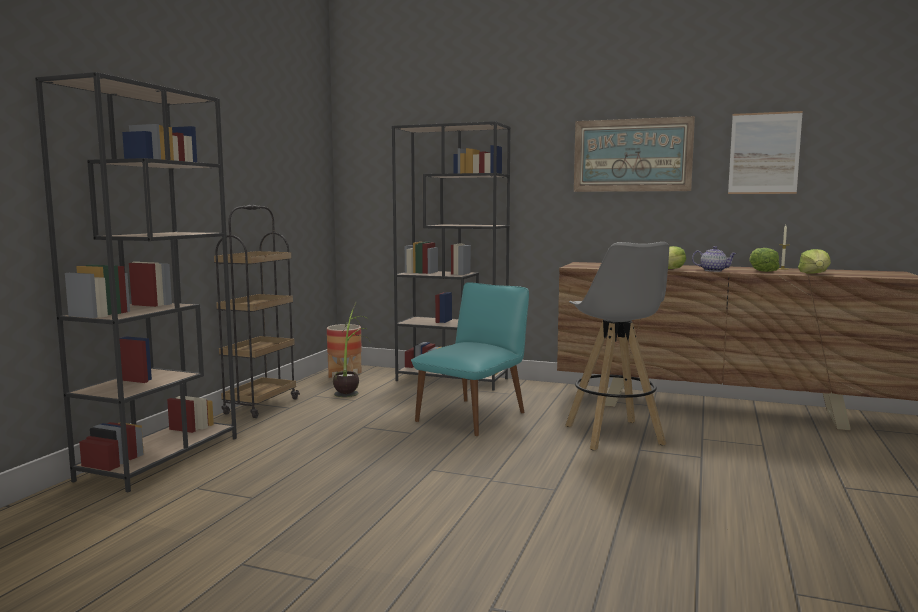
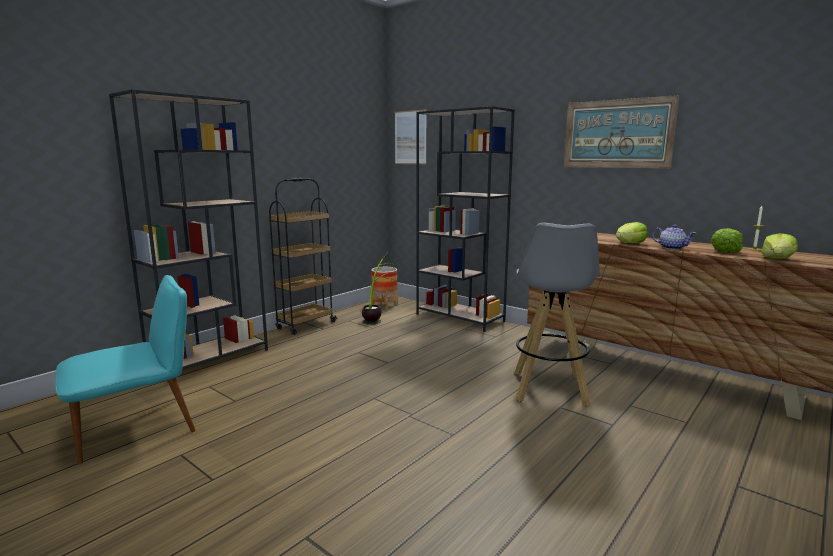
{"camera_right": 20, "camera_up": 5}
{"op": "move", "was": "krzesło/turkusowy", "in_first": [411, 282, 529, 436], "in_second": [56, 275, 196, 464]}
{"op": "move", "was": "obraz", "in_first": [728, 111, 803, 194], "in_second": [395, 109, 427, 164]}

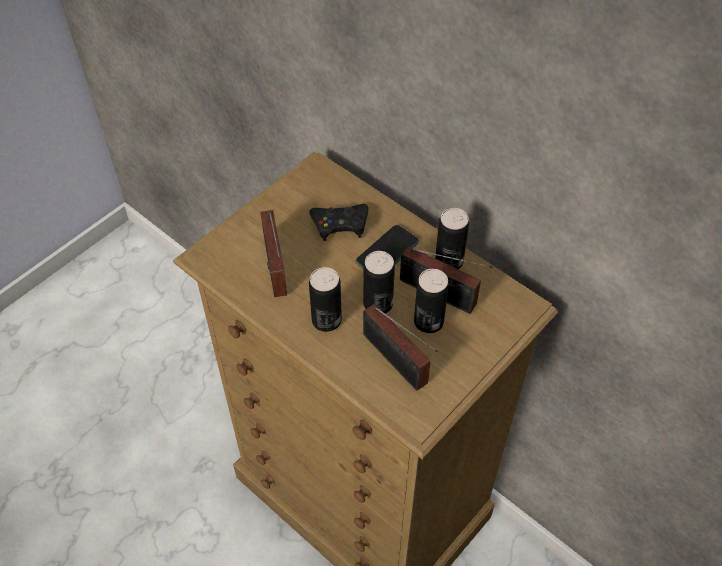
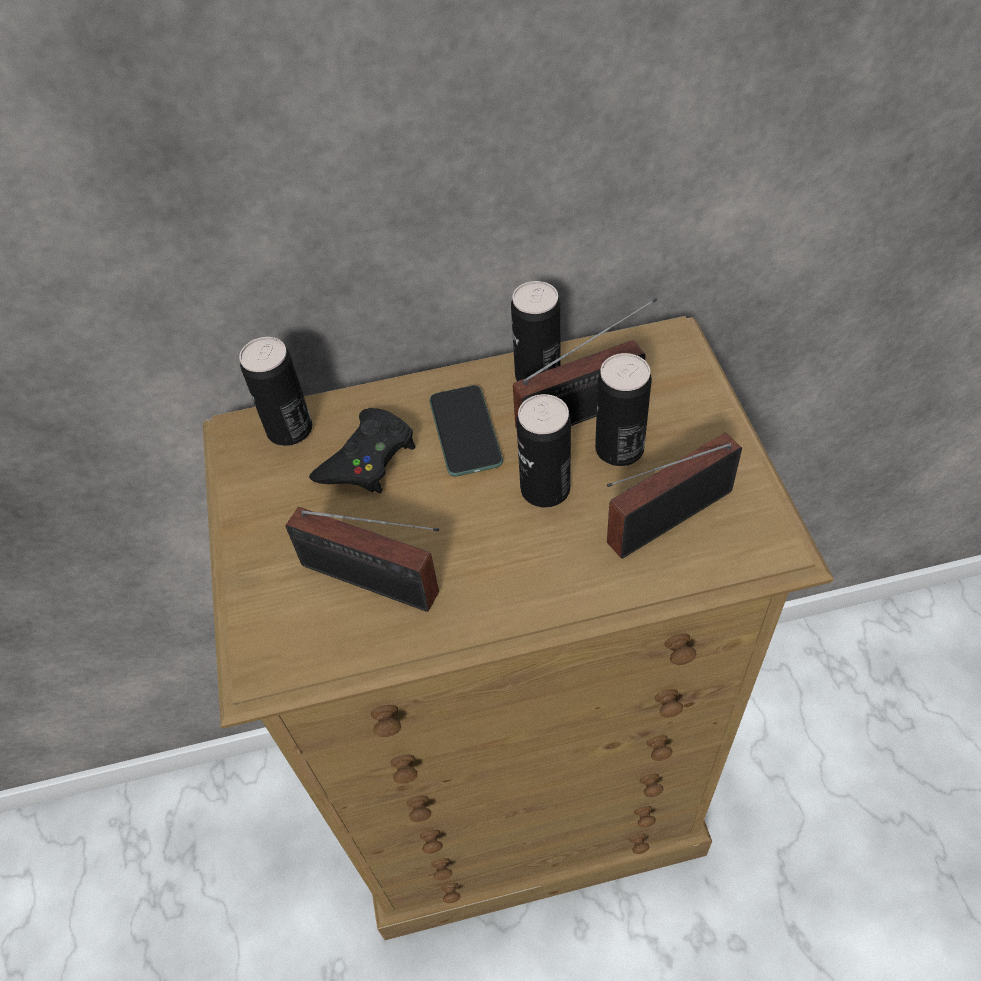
{"camera_right": -50, "camera_up": 0}
{"op": "move", "was": "puszka", "in_first": [309, 267, 342, 332], "in_second": [239, 337, 312, 446]}
{"op": "rotate", "was": "radio", "in_first": [363, 304, 438, 391], "in_second": [607, 433, 742, 559], "clockwise": 150}

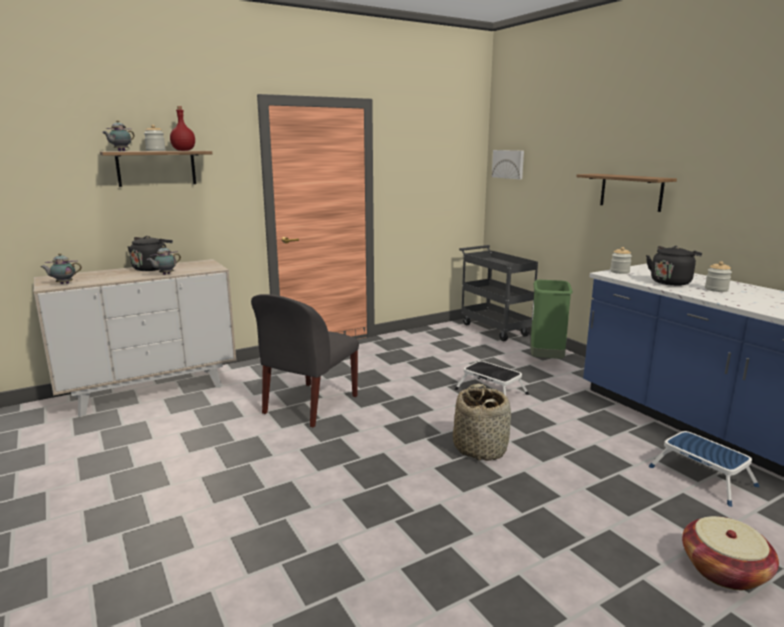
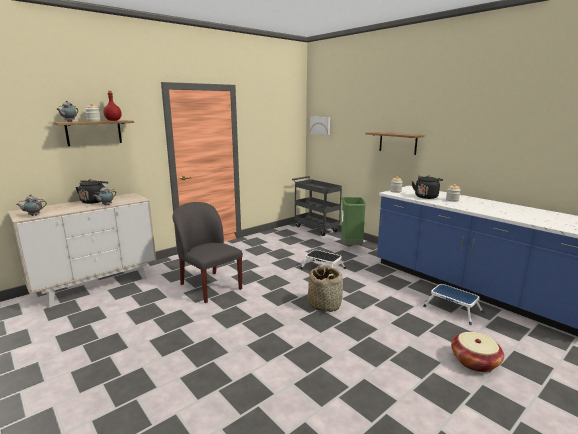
{"camera_right": -10, "camera_up": 0}
{"op": "rotate", "was": "krzesło/szary", "in_first": [251, 294, 359, 427], "in_second": [173, 202, 243, 303], "clockwise": 120}

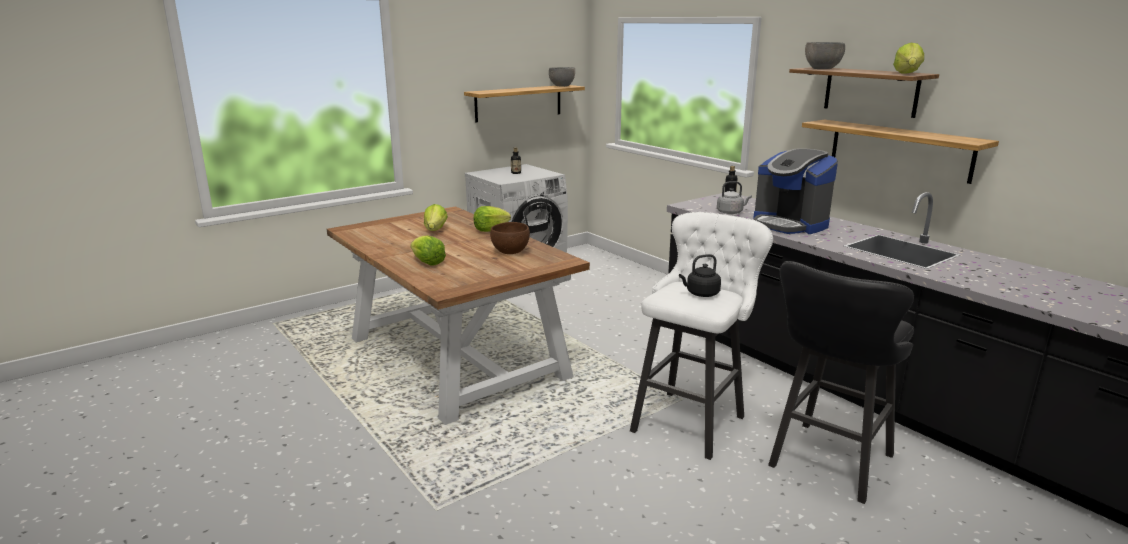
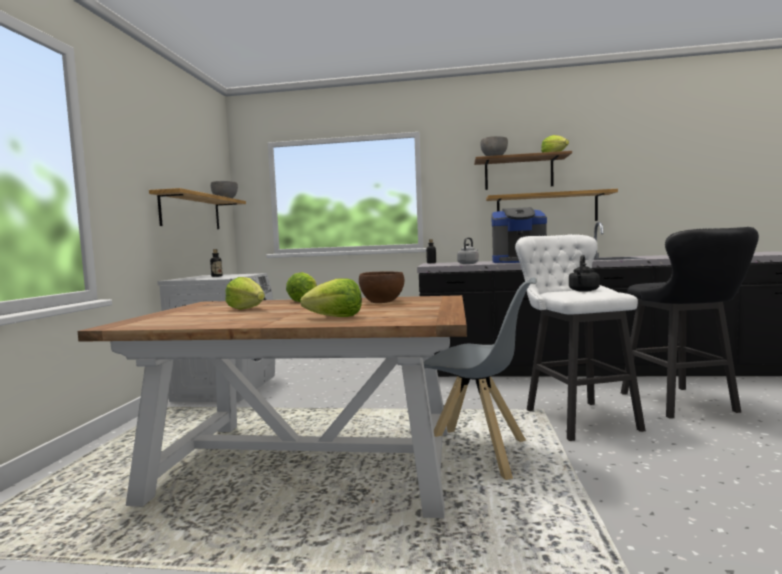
{"camera_right": -45, "camera_up": -15}
{"op": "insert", "now": "krzesło/szary", "in_second": [424, 278, 537, 480]}

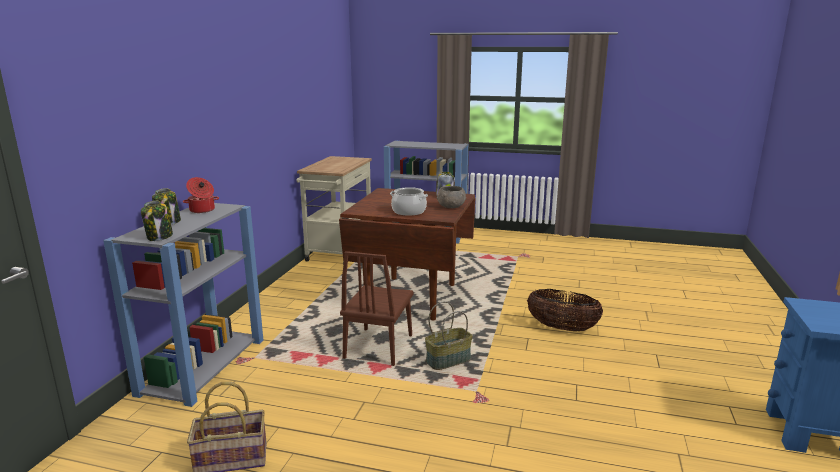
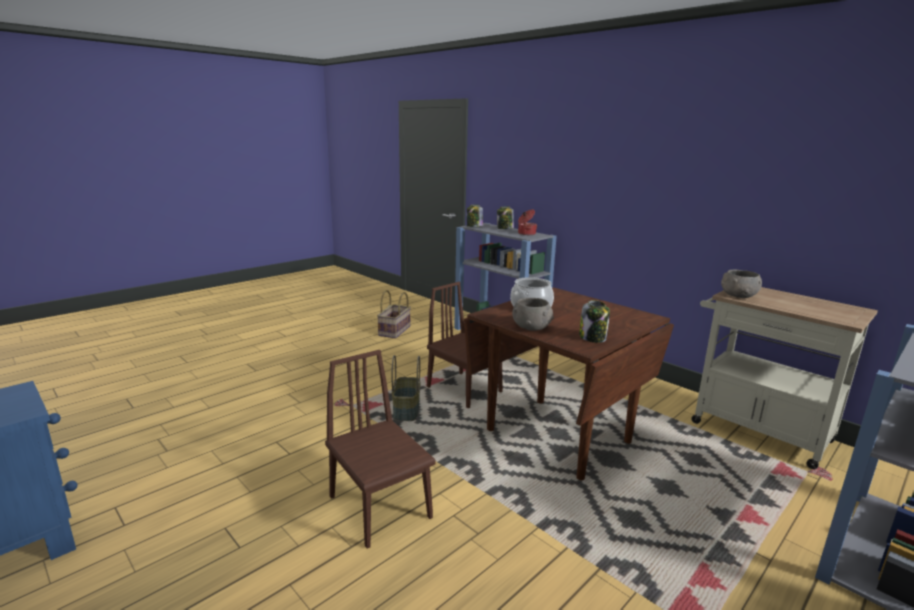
{"camera_right": 120, "camera_up": 0}
{"op": "insert", "now": "miska/szary", "in_second": [721, 269, 762, 298]}
{"op": "replace", "was": "koszyk", "now": "krzesło/brązowy", "in_first": [527, 289, 603, 331], "in_second": [325, 350, 436, 549]}

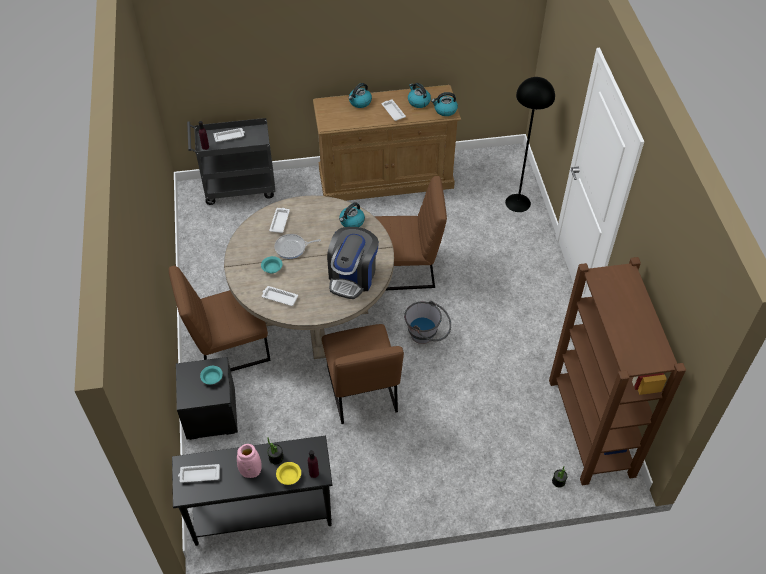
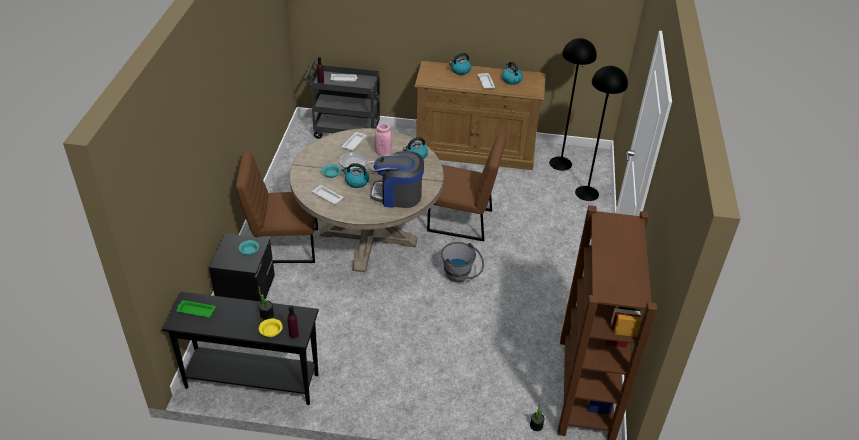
{"camera_right": 15, "camera_up": -10}
{"op": "delete", "was": "krzesło/brązowy", "in_first": [322, 324, 404, 424]}
{"op": "insert", "now": "lampa stojąca/czarny", "in_second": [549, 38, 597, 171]}
{"op": "move", "was": "wazon/różowy", "in_first": [237, 444, 262, 478], "in_second": [374, 124, 392, 156]}
{"op": "move", "was": "czajnik", "in_first": [431, 92, 458, 116], "in_second": [342, 163, 369, 188]}
{"op": "recolor", "was": "taca/biały", "now": "taca/zielony", "in_first": [178, 464, 220, 483], "in_second": [176, 300, 216, 318]}
{"op": "rotate", "was": "ekspres do kawy", "in_first": [327, 227, 379, 299], "in_second": [370, 151, 424, 208], "clockwise": 60}

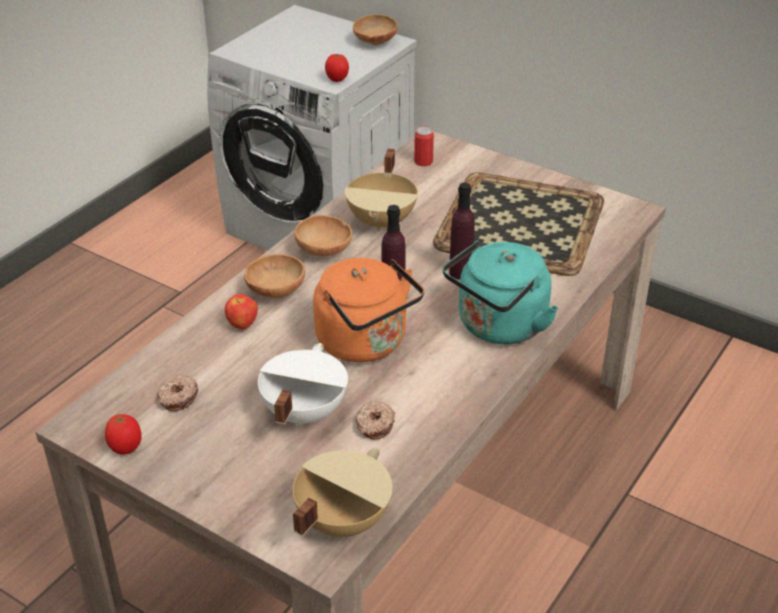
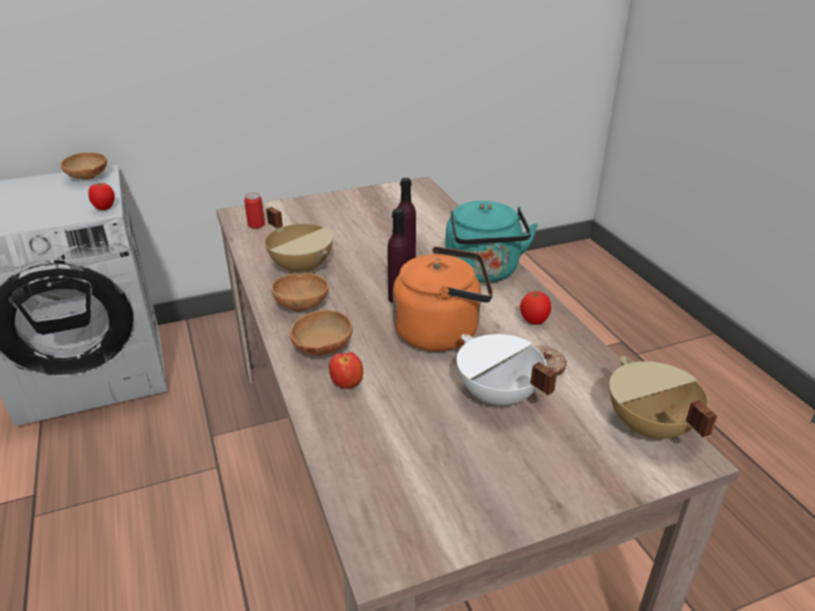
{"camera_right": -55, "camera_up": -5}
{"op": "delete", "was": "donut", "in_first": [157, 374, 198, 411]}
{"op": "delete", "was": "taca", "in_first": [433, 172, 604, 276]}
{"op": "move", "was": "pomidor", "in_first": [105, 414, 142, 455], "in_second": [520, 291, 551, 325]}

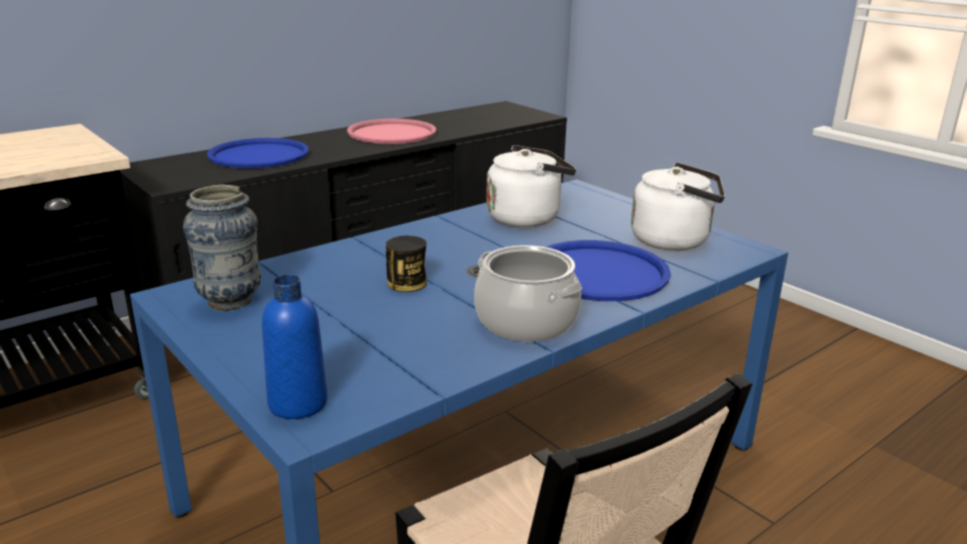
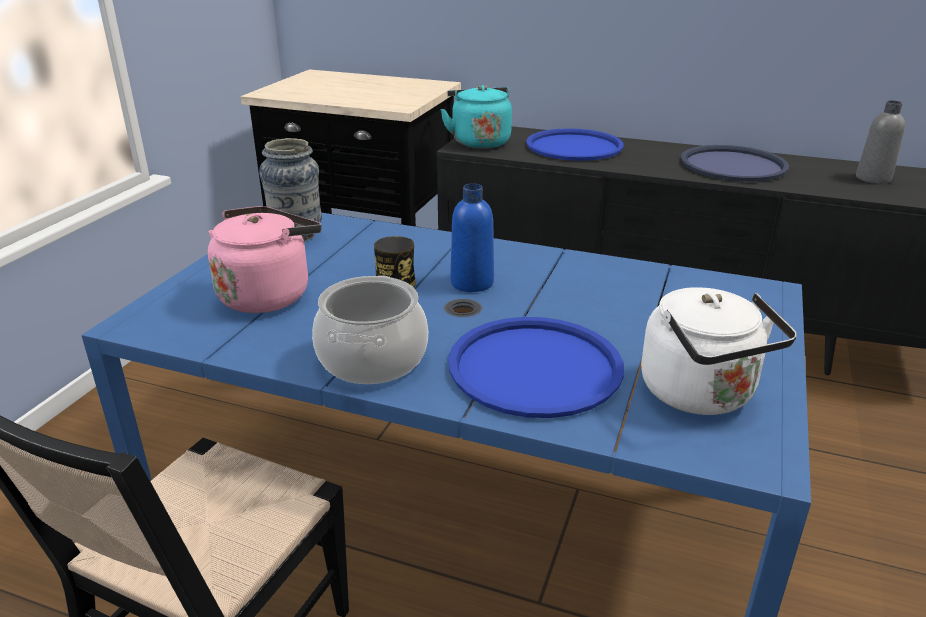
{"camera_right": 60, "camera_up": 5}
{"op": "delete", "was": "czajnik/biały", "in_first": [486, 145, 576, 228]}
{"op": "insert", "now": "czajnik/różowy", "in_second": [208, 206, 321, 313]}
{"op": "insert", "now": "czajnik/turkusowy", "in_second": [440, 85, 512, 149]}
{"op": "insert", "now": "butelka/szary", "in_second": [856, 100, 905, 184]}
{"op": "move", "was": "butelka/niebieski", "in_first": [262, 275, 328, 419], "in_second": [450, 184, 494, 292]}
{"op": "recolor", "was": "taca/różowy", "now": "taca/niebieski", "in_first": [347, 119, 436, 144], "in_second": [681, 145, 789, 181]}

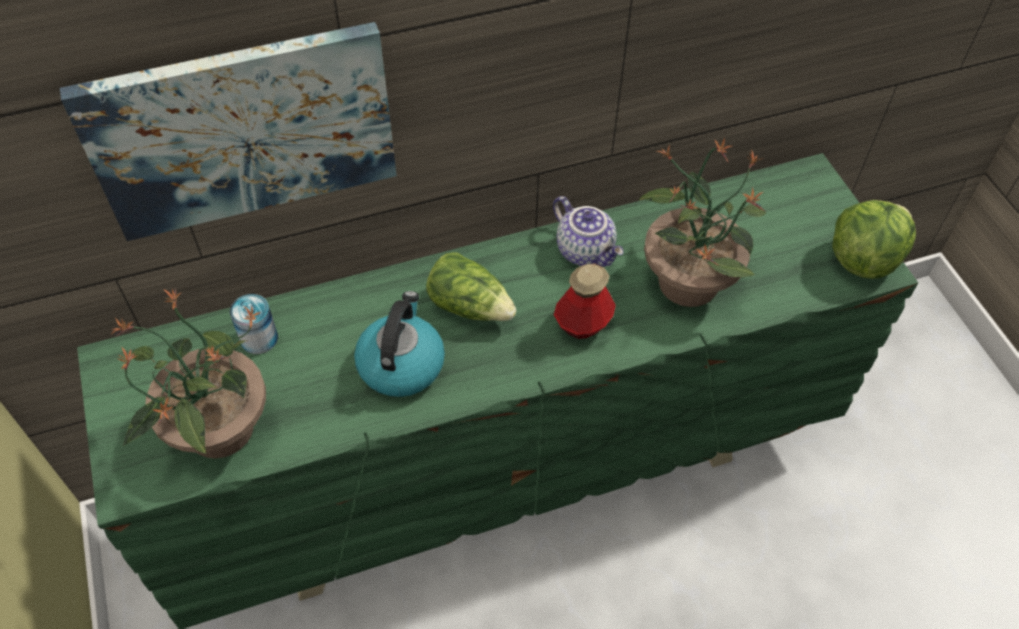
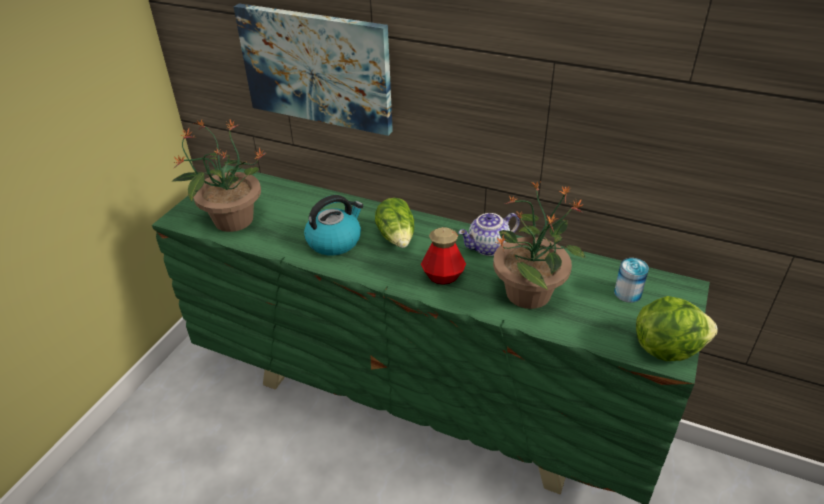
{"camera_right": 45, "camera_up": -15}
{"op": "move", "was": "puszka", "in_first": [230, 294, 278, 354], "in_second": [614, 258, 649, 303]}
{"op": "rotate", "was": "imbryk", "in_first": [553, 196, 624, 267], "in_second": [458, 213, 519, 256], "clockwise": 60}

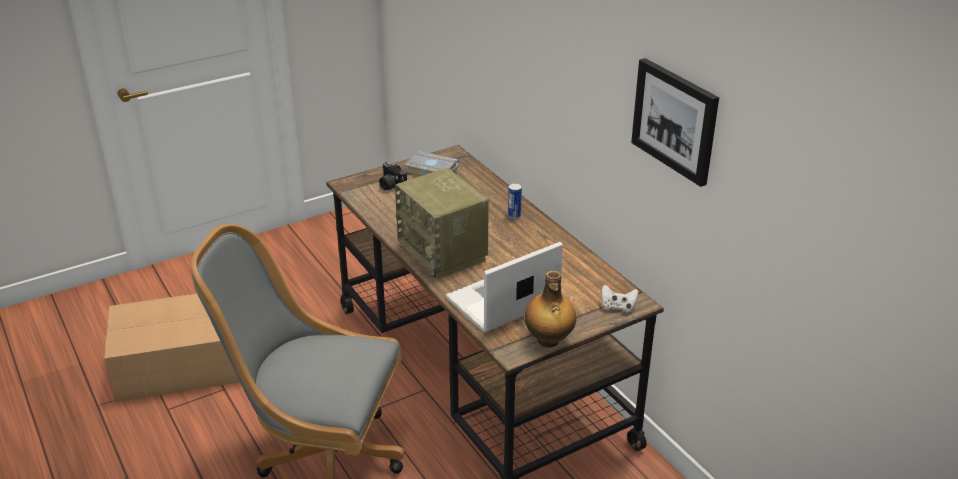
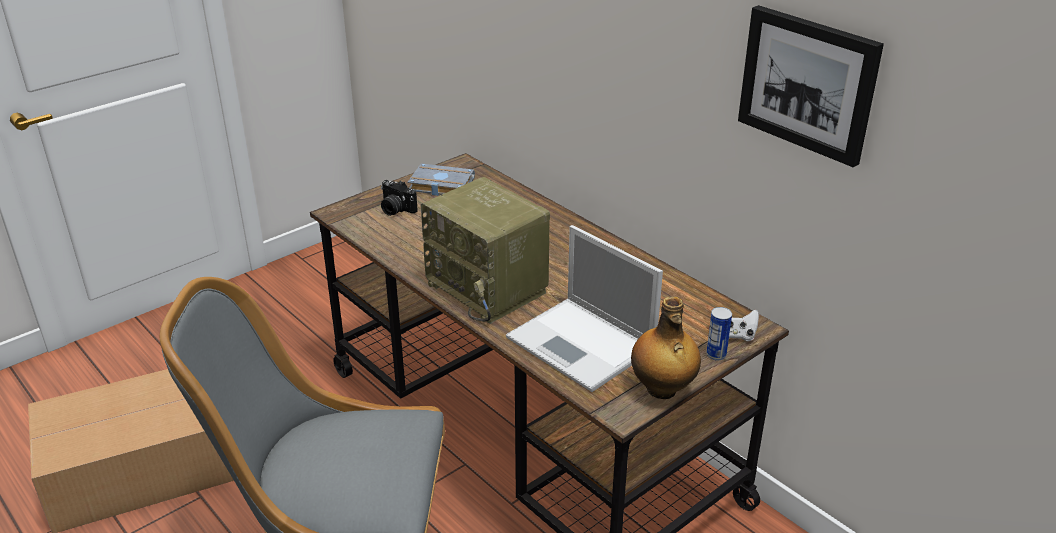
{"camera_right": -10, "camera_up": 0}
{"op": "move", "was": "puszka", "in_first": [508, 183, 522, 219], "in_second": [706, 307, 732, 361]}
{"op": "rotate", "was": "laptop", "in_first": [446, 242, 563, 333], "in_second": [506, 225, 663, 392], "clockwise": -90}

